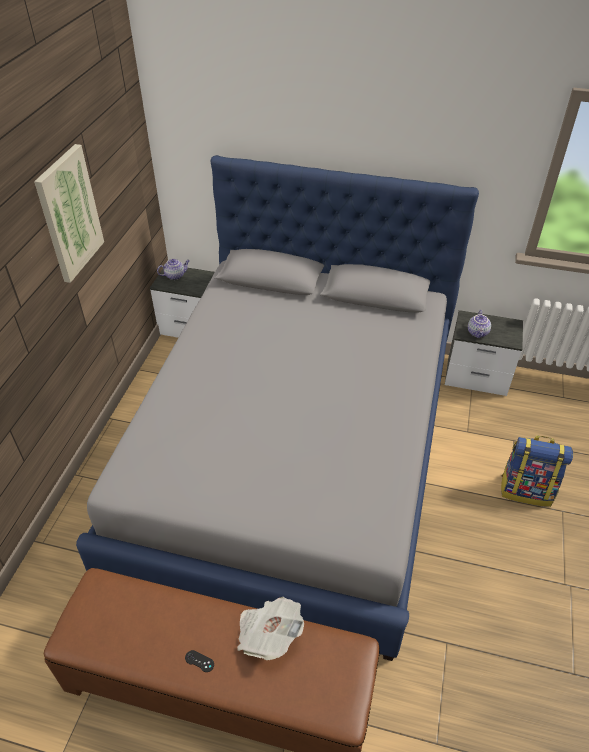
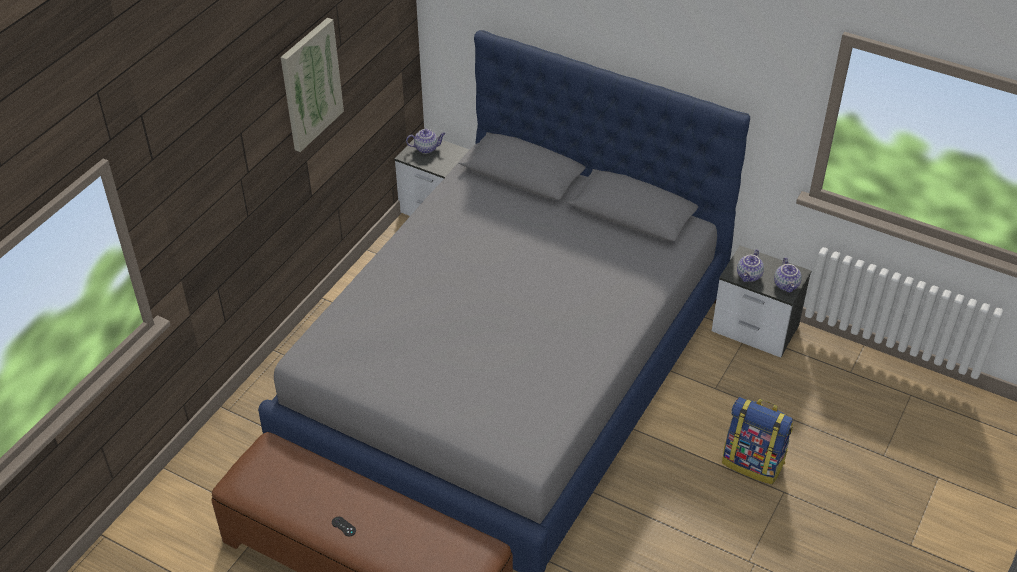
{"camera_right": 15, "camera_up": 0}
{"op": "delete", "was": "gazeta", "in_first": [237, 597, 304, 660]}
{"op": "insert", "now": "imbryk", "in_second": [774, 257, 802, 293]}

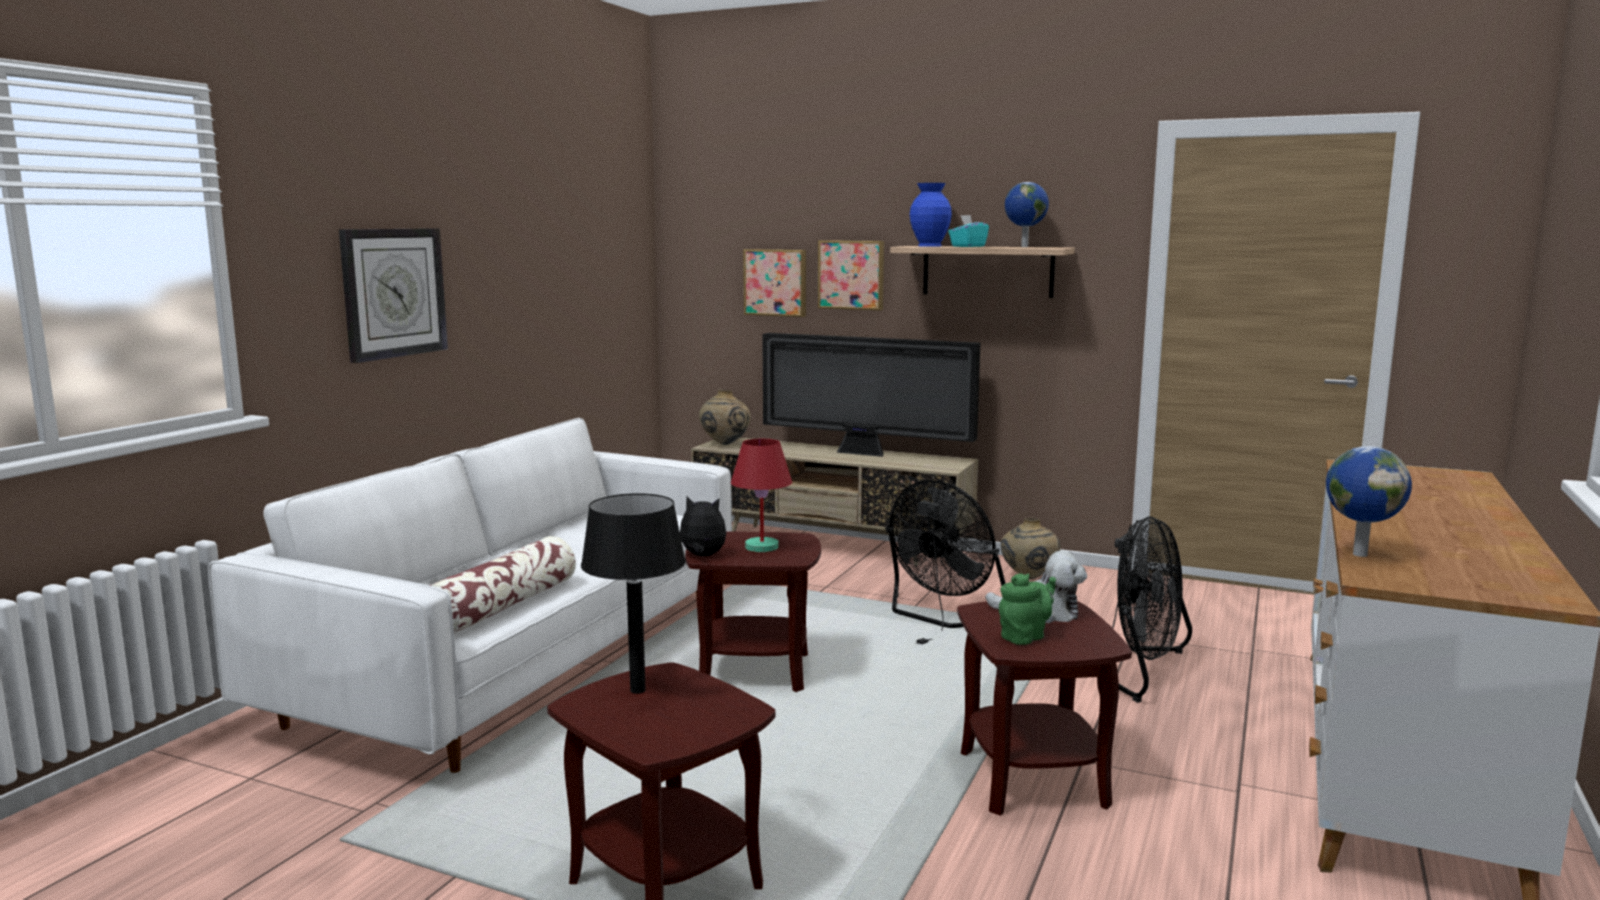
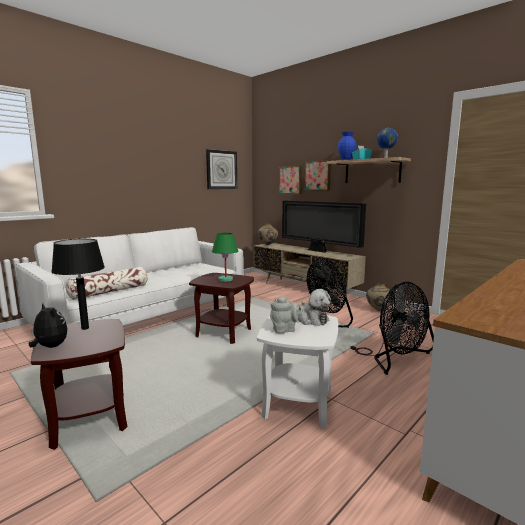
{"camera_right": 20, "camera_up": 0}
{"op": "delete", "was": "globus", "in_first": [1326, 446, 1412, 557]}
{"op": "move", "was": "zegar ścienny", "in_first": [339, 228, 448, 363], "in_second": [206, 149, 237, 189]}
{"op": "move", "was": "pluszak", "in_first": [680, 496, 726, 556], "in_second": [29, 303, 67, 348]}
{"op": "recolor", "was": "lampa stołowa/czerwony", "now": "lampa stołowa/zielony", "in_first": [731, 439, 792, 552], "in_second": [212, 233, 238, 282]}
{"op": "recolor", "was": "stolik/brązowy", "now": "stolik/biały", "in_first": [957, 601, 1132, 816], "in_second": [257, 315, 338, 428]}
{"op": "recolor", "was": "imbryk/zielony", "now": "imbryk/szary", "in_first": [999, 573, 1056, 645], "in_second": [270, 296, 306, 334]}

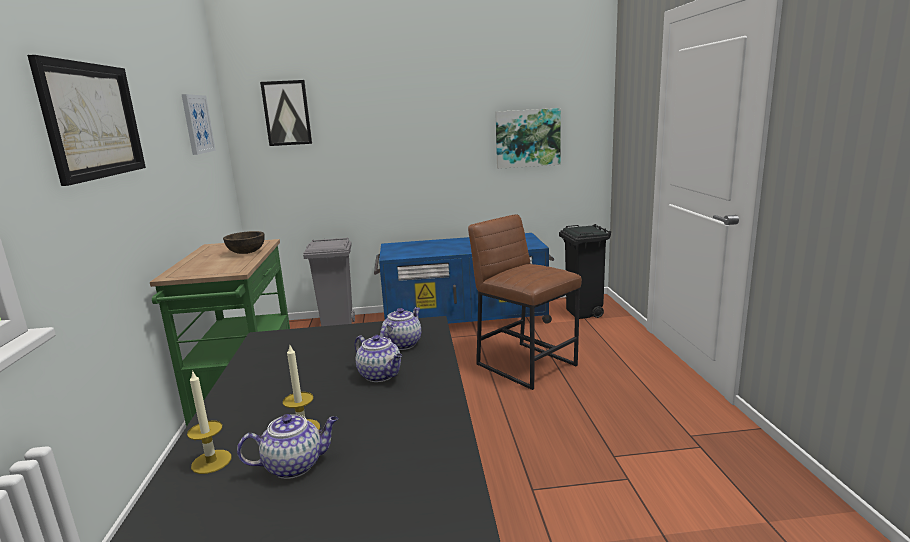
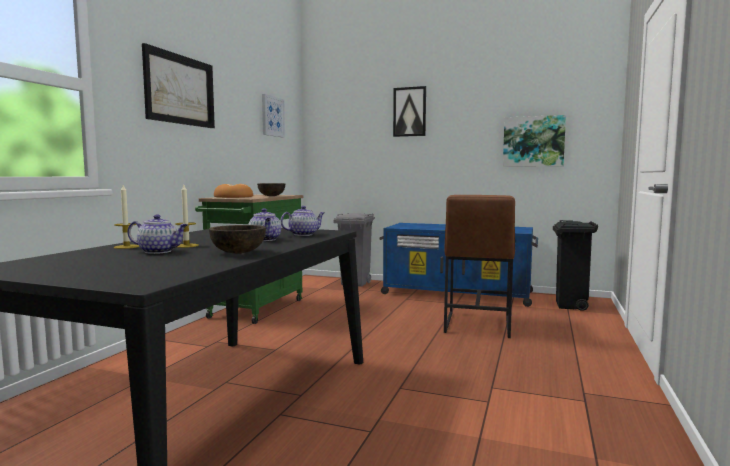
{"camera_right": 25, "camera_up": -10}
{"op": "insert", "now": "miska/brązowy", "in_second": [209, 225, 266, 254]}
{"op": "insert", "now": "chleb", "in_second": [214, 184, 253, 198]}
{"op": "move", "was": "obraz", "in_first": [260, 80, 312, 146], "in_second": [393, 86, 426, 137]}
{"op": "rotate", "was": "krzesło/brązowy", "in_first": [468, 214, 582, 390], "in_second": [444, 195, 515, 338], "clockwise": -150}

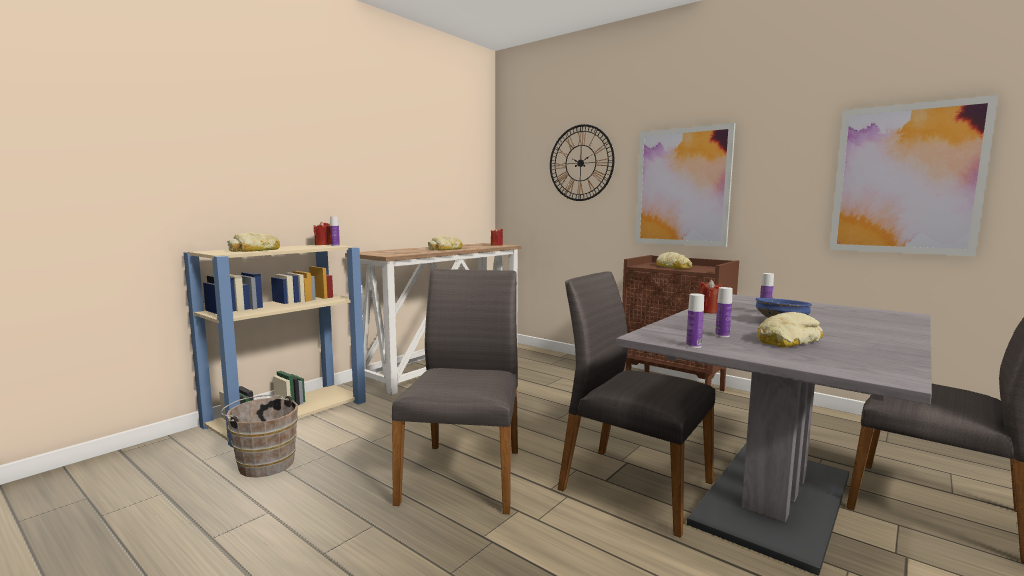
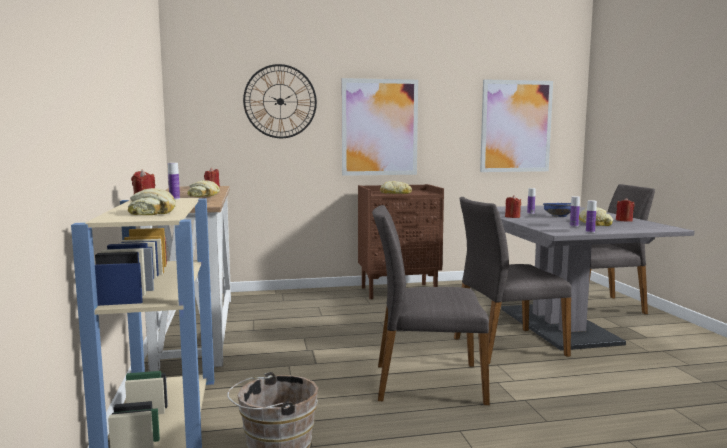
{"camera_right": -50, "camera_up": 0}
{"op": "insert", "now": "świeca/czerwony", "in_second": [616, 198, 634, 222]}
{"op": "rotate", "was": "krzesło/szary", "in_first": [392, 269, 518, 514], "in_second": [372, 205, 490, 405], "clockwise": -45}

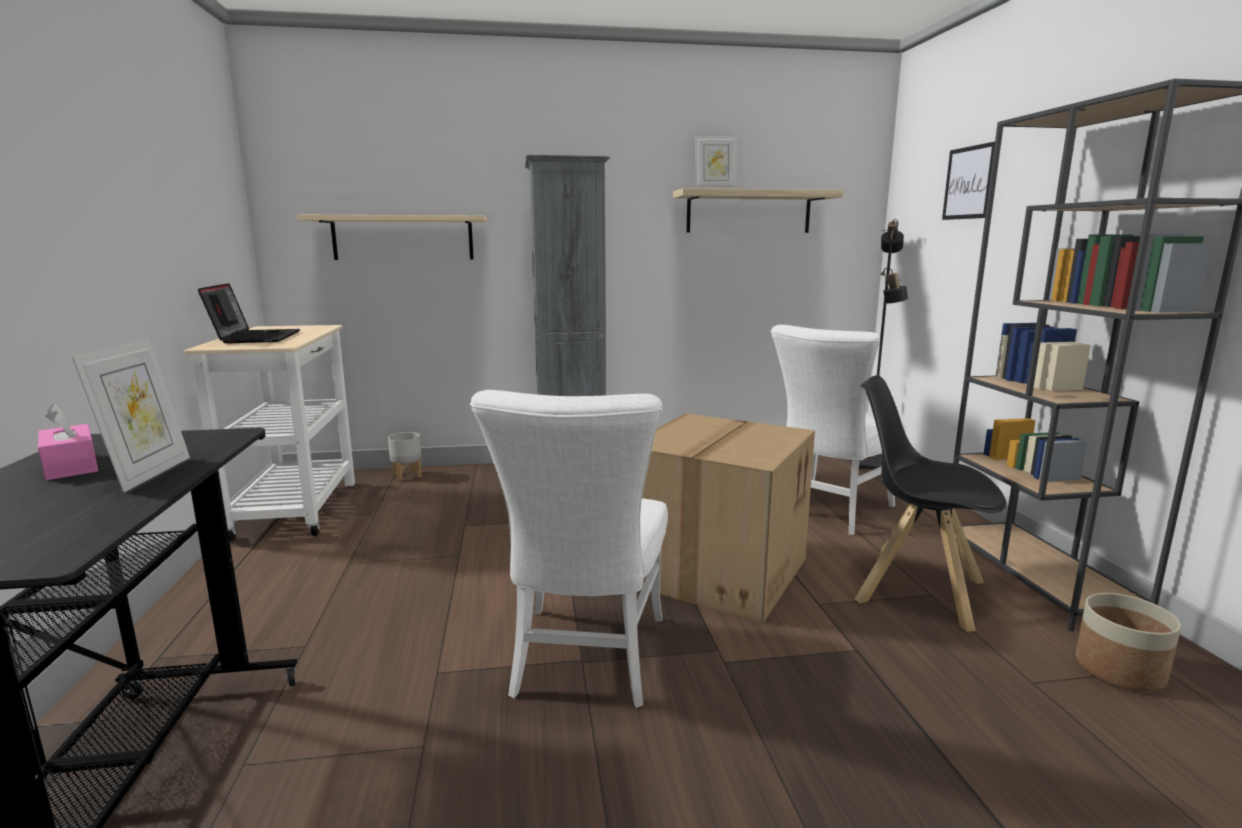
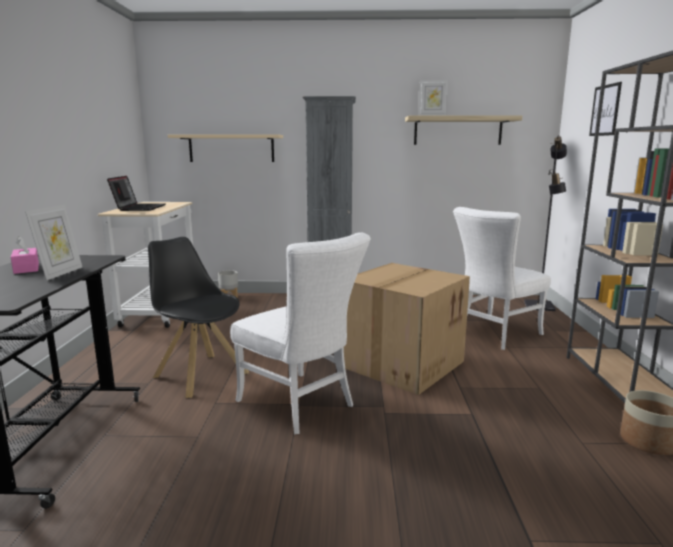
{"camera_right": 10, "camera_up": 0}
{"op": "move", "was": "krzesło/czarny", "in_first": [855, 375, 1006, 632], "in_second": [148, 237, 249, 398]}
{"op": "rotate", "was": "krzesło/biały", "in_first": [470, 390, 668, 708], "in_second": [230, 233, 371, 434], "clockwise": -60}

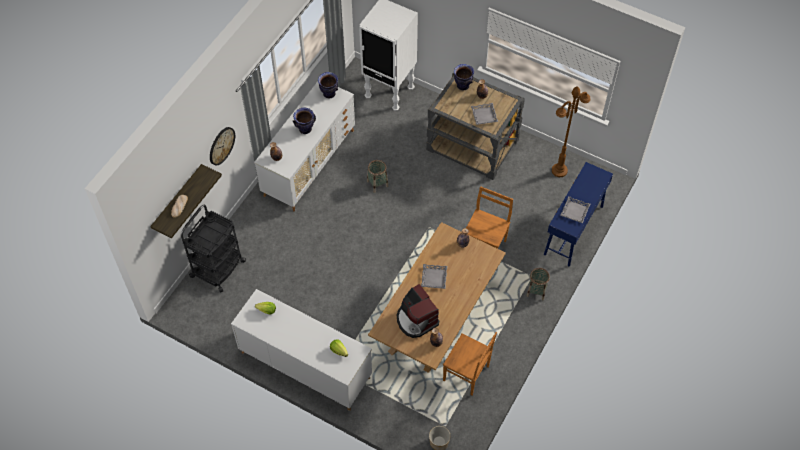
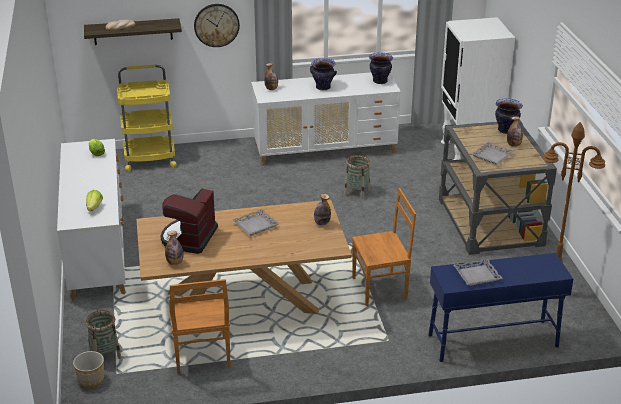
{"camera_right": 50, "camera_up": -25}
{"op": "move", "was": "koszyk", "in_first": [526, 268, 550, 301], "in_second": [86, 310, 121, 359]}
{"op": "recolor", "was": "wózek/czarny", "now": "wózek/żółty", "in_first": [181, 205, 246, 293], "in_second": [117, 65, 177, 172]}

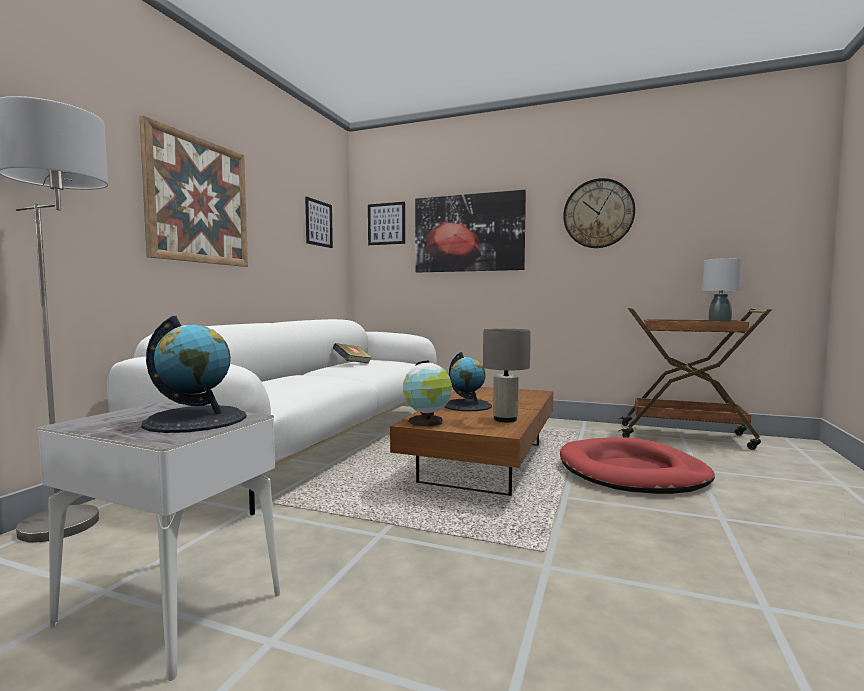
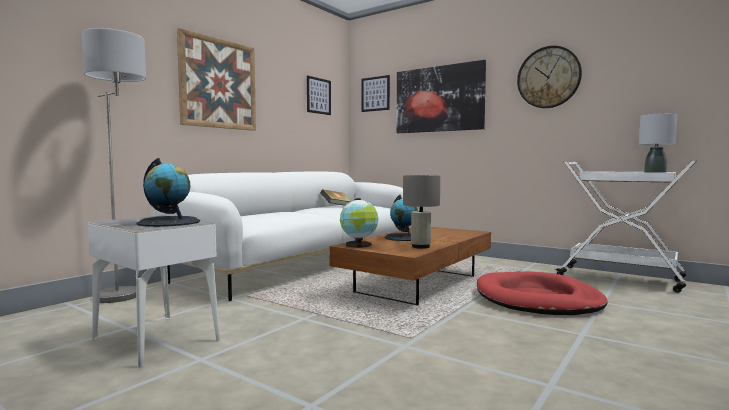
{"camera_right": 15, "camera_up": 0}
{"op": "recolor", "was": "wózek/brązowy", "now": "wózek/biały", "in_first": [618, 308, 772, 450], "in_second": [554, 160, 697, 293]}

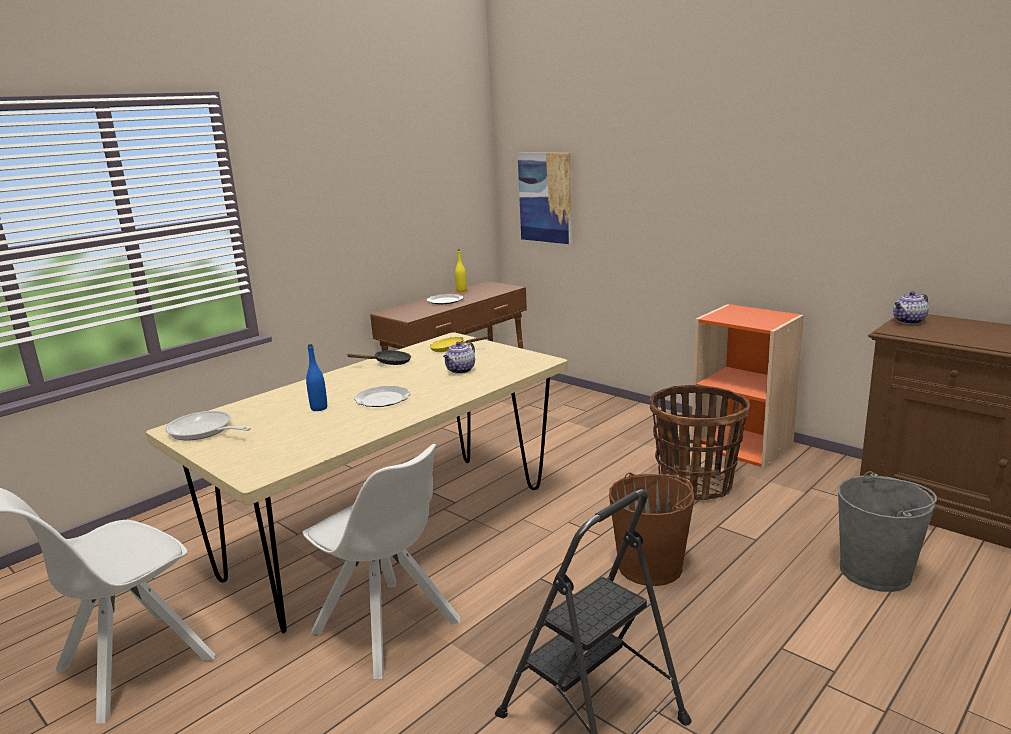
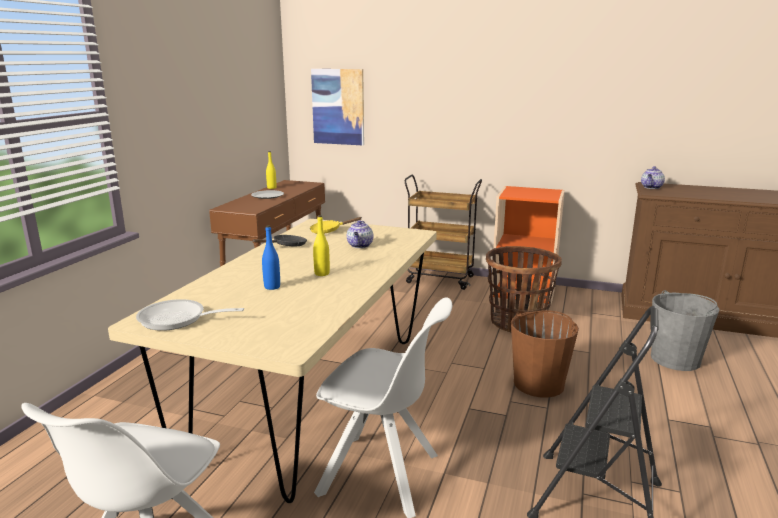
{"camera_right": -25, "camera_up": 0}
{"op": "insert", "now": "wózek/brązowy", "in_second": [405, 175, 482, 290]}
{"op": "replace", "was": "talerz", "now": "butelka/żółty", "in_first": [354, 386, 410, 407], "in_second": [313, 215, 330, 276]}

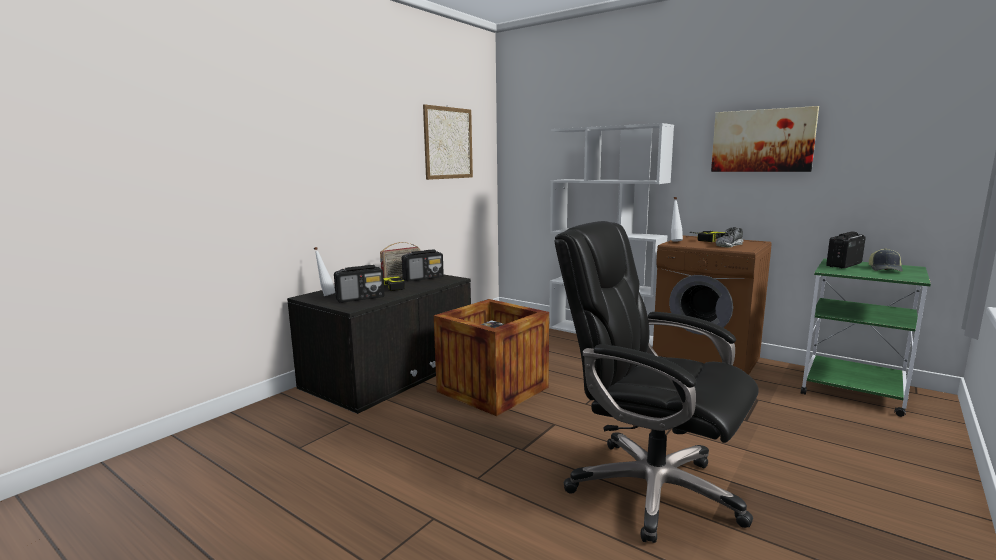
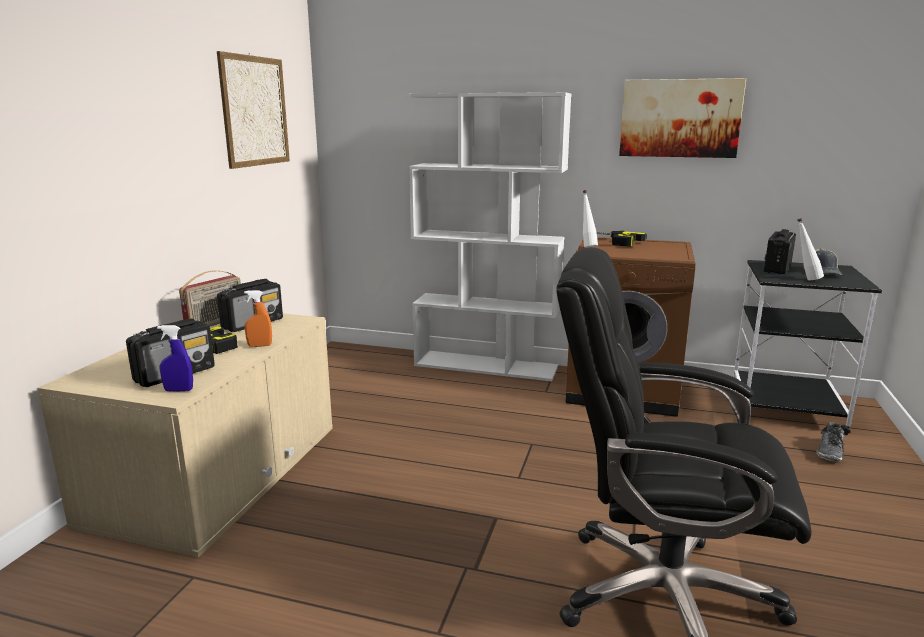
{"camera_right": -20, "camera_up": 5}
{"op": "delete", "was": "skrzynka", "in_first": [434, 299, 549, 416]}
{"op": "insert", "now": "spryskiwacz/niebieski", "in_second": [157, 325, 193, 392]}
{"op": "insert", "now": "spryskiwacz/pomarańczowy", "in_second": [244, 290, 272, 347]}
{"op": "move", "was": "butelka/biały", "in_first": [314, 247, 335, 296], "in_second": [797, 218, 824, 280]}
{"op": "move", "was": "but", "in_first": [716, 227, 743, 247], "in_second": [816, 422, 845, 462]}
{"op": "recolor", "was": "szafka/czarny", "now": "szafka/beżowy", "in_first": [287, 275, 471, 414], "in_second": [37, 314, 333, 558]}
{"op": "recolor", "was": "wózek/zielony", "now": "wózek/czarny", "in_first": [801, 259, 931, 417], "in_second": [733, 260, 882, 435]}

